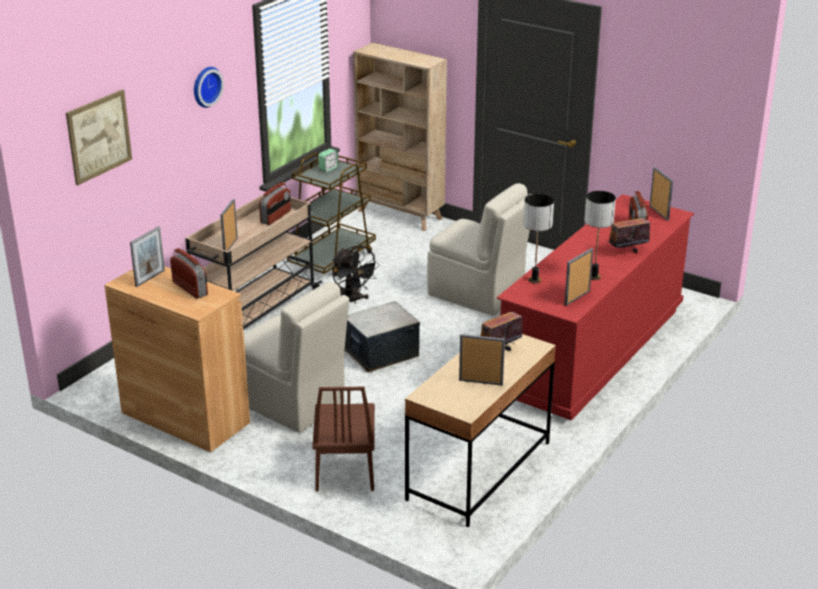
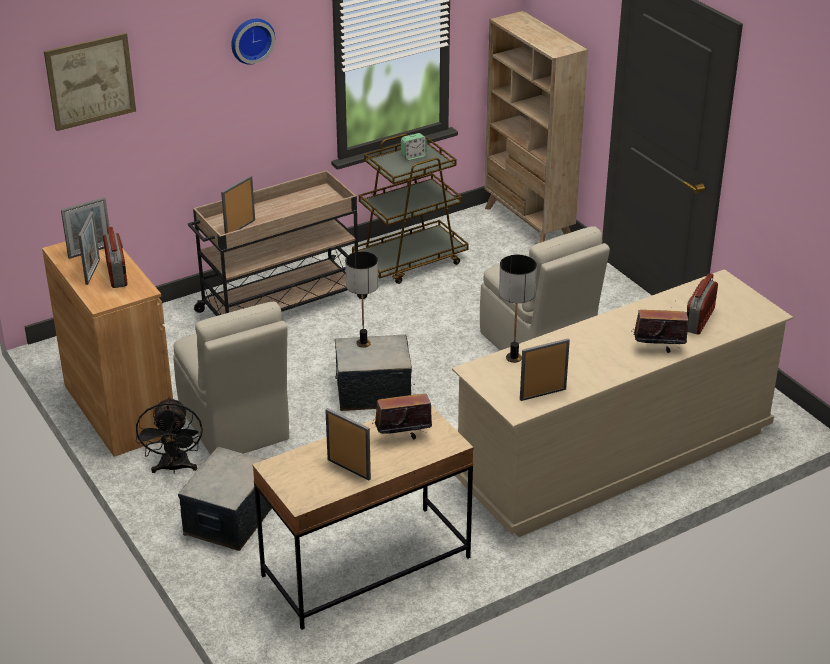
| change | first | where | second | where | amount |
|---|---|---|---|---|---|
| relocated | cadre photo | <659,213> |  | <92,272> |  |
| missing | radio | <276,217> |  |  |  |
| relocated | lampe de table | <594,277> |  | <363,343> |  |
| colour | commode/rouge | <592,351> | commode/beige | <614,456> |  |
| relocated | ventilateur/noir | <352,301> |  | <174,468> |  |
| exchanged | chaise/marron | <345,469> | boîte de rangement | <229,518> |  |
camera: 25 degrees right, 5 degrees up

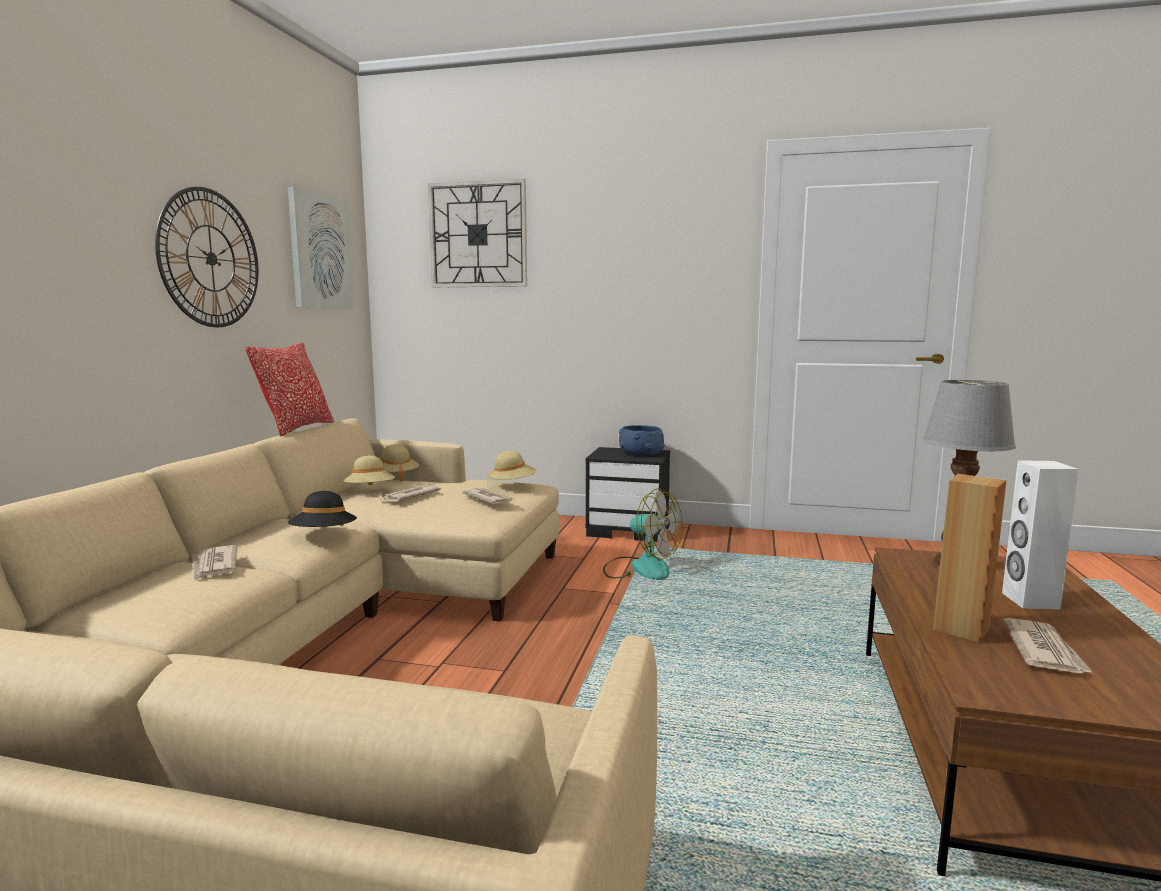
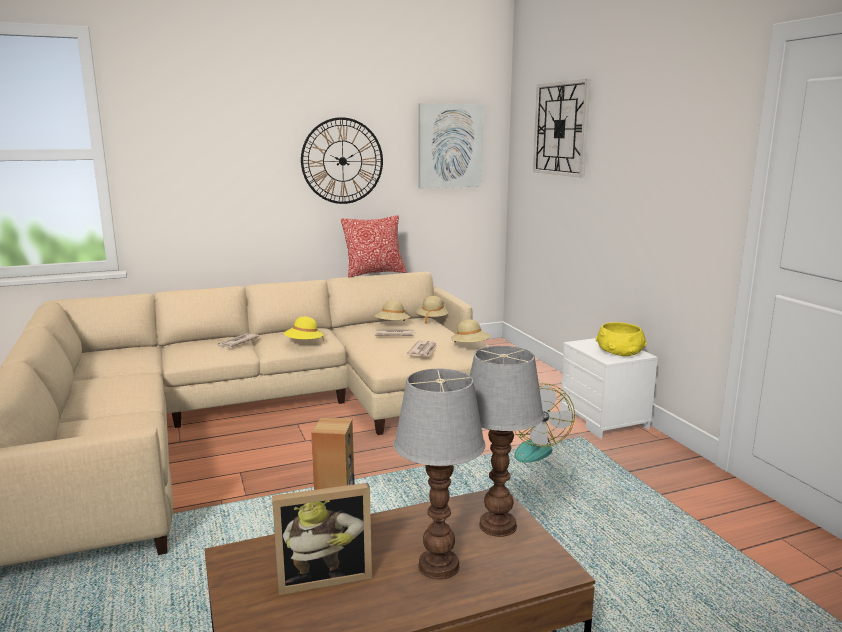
| change | first | where | second | where | amount |
|---|---|---|---|---|---|
| colour | bol/bleu | <640,453> | bol/jaune | <620,351> |  |
| colour | table de chevet/noir | <629,529> | table de chevet/blanc | <605,420> |  |
| exchanged | enceinte/blanc | <1029,601> | lampe de table | <437,567> |  |
| colour | chapeau/noir | <324,535> | chapeau/jaune | <304,343> |  |
| exchanged | journal | <1044,650> | cadre photo | <324,576> |  |
camera: 55 degrees right, 5 degrees up

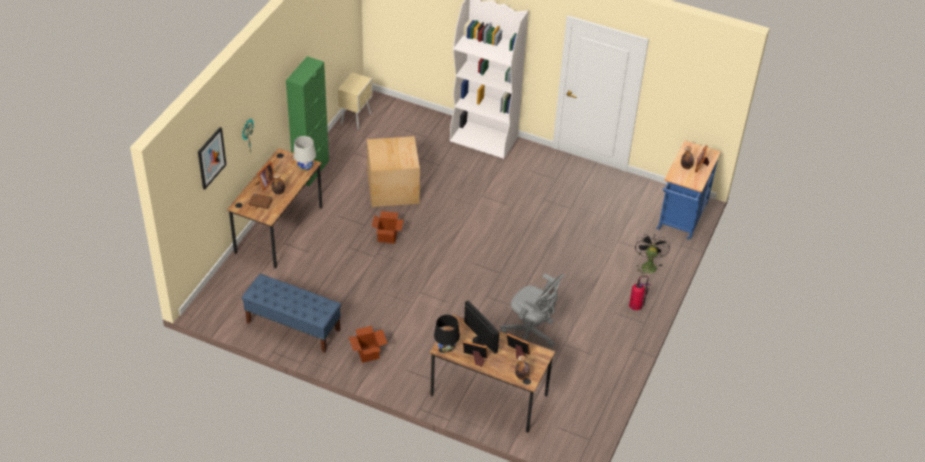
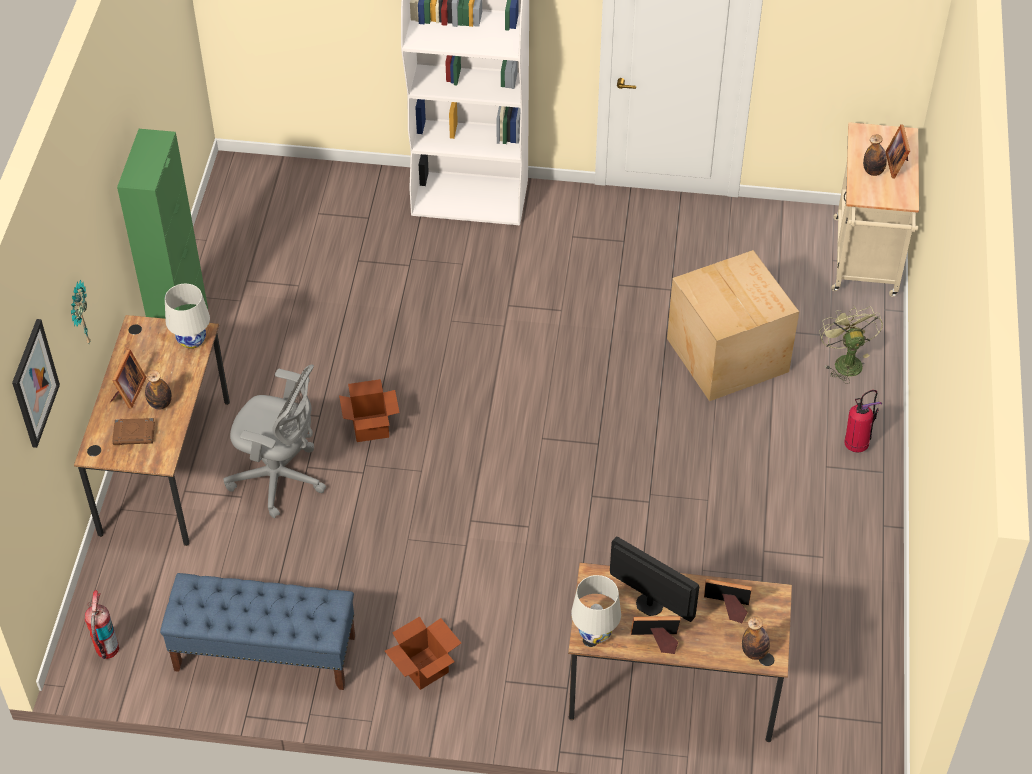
| change | first | where | second | where | amount |
|---|---|---|---|---|---|
| missing | table de chevet/beige | <356,118> |  |  |  |
| relocated | carton | <393,188> |  | <728,353> |  |
| colour | chariot/bleu | <681,220> | chariot/beige | <865,263> |  |
| colour | ventilateur/noir | <648,265> | ventilateur/vert | <845,361> |  |
| relocated | chaise de bureau/gris | <530,334> |  | <280,478> |  |
| colour | lampe de table/noir | <446,347> | lampe de table/blanc | <595,633> |  |
| appeared |  |  | extincteur | <107,650> |  |
camera: 15 degrees left, 5 degrees up

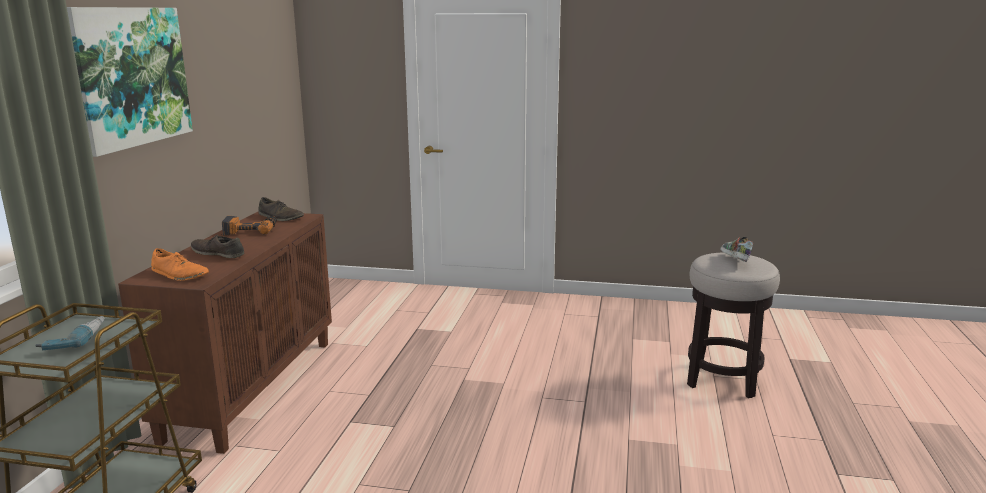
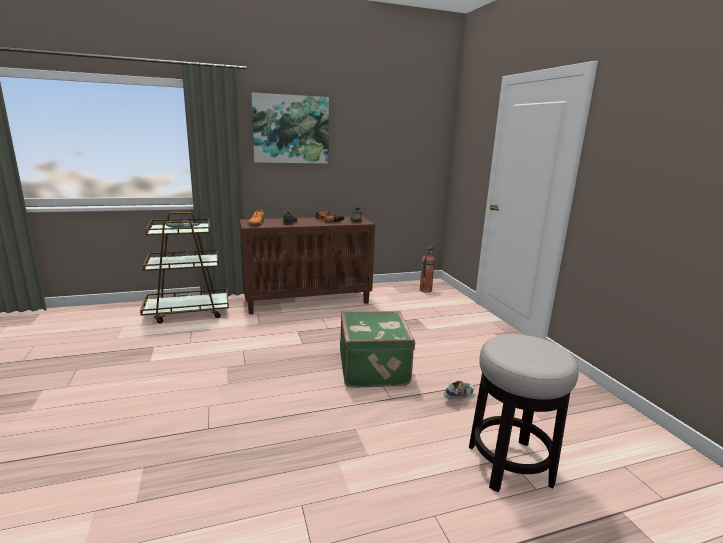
| change | first | where | second | where | amount |
|---|---|---|---|---|---|
| relocated | chaussure | <733,260> |  | <458,396> |  |
| appeared |  |  | extincteur | <426,290> |  |
| appeared |  |  | valise/vert | <374,368> |  |
camera: 60 degrees right, 0 degrees up

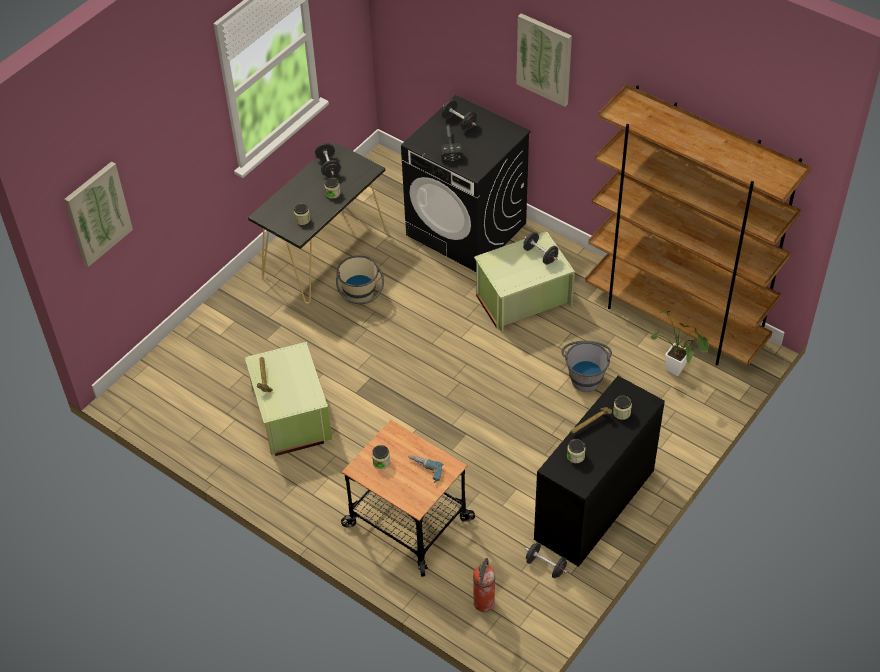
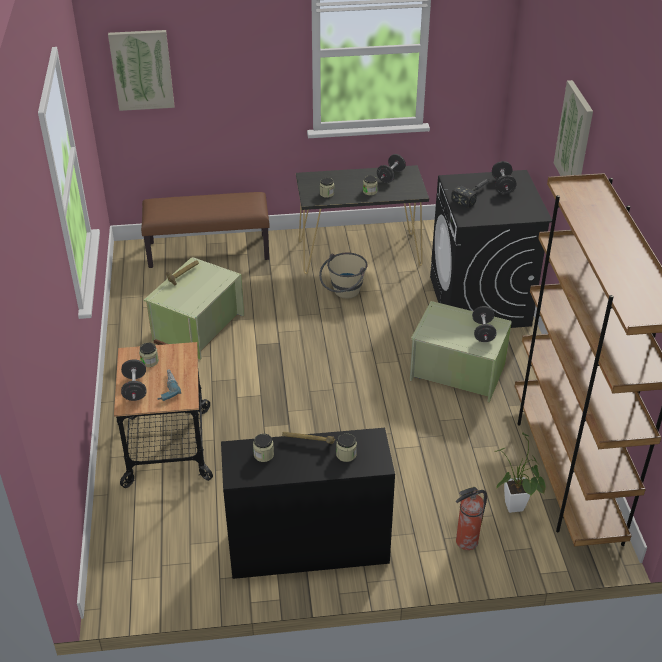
| change | first | where | second | where | amount |
|---|---|---|---|---|---|
| missing | seau/gris | <585,376> |  |  |  |
| relocated | haltère/noir | <545,566> |  | <135,388> |  |
| relocated | extincteur | <483,604> |  | <465,542> |  |
| appeared |  |  | banc/marron | <209,250> |  |
camera: 45 degrees right, 10 degrees down

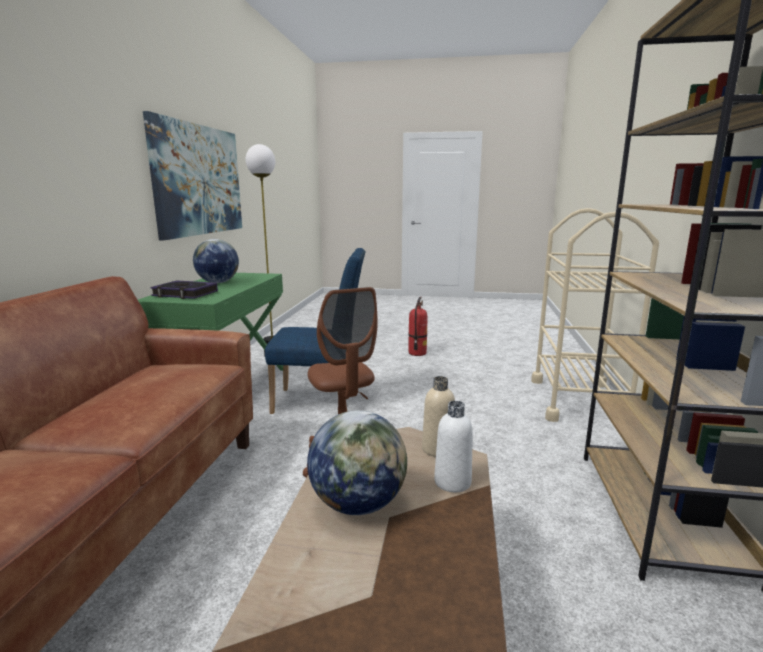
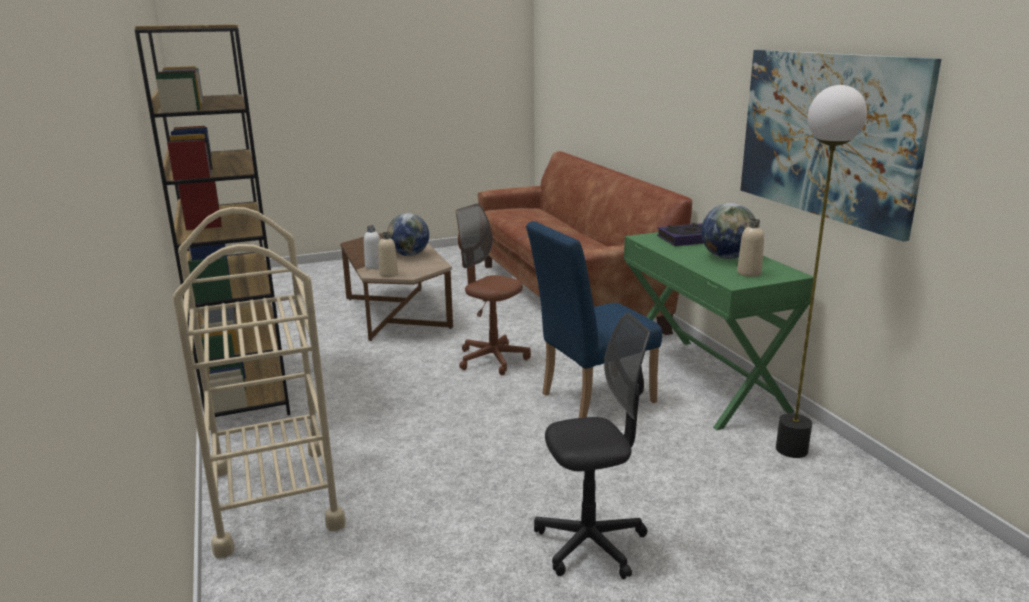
| change | first | where | second | where | amount |
|---|---|---|---|---|---|
| exchanged | extincteur | <417,353> | chaise de bureau/noir | <590,544> |  |
| appeared |  |  | bouteille/beige | <749,273> |  |
camera: 150 degrees right, 5 degrees up

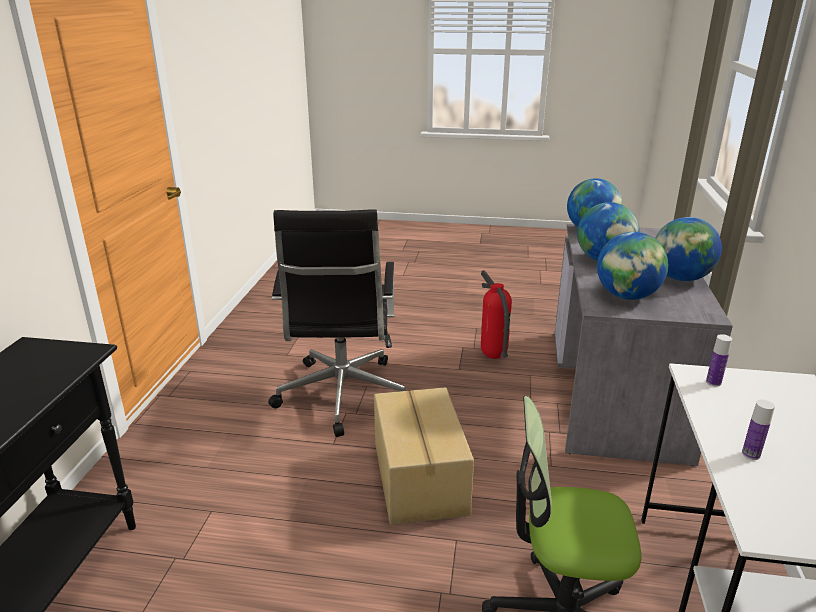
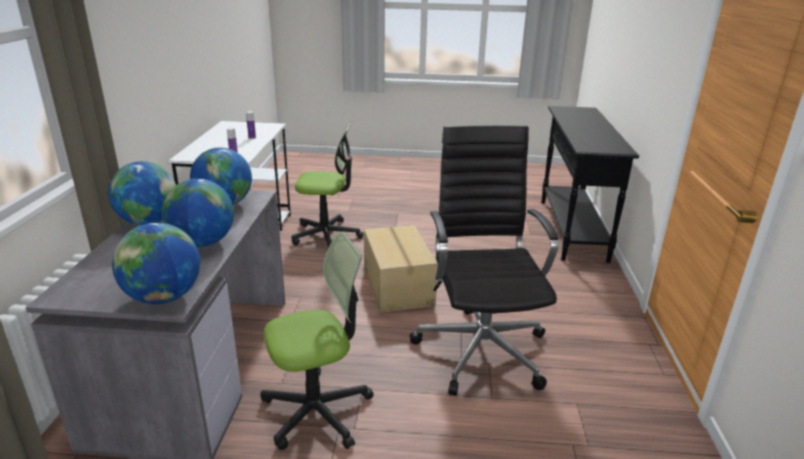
| change | first | where | second | where | amount |
|---|---|---|---|---|---|
| exchanged | extincteur | <492,356> | chaise de bureau | <317,411> |  |
camera: 175 degrees right, 0 degrees up

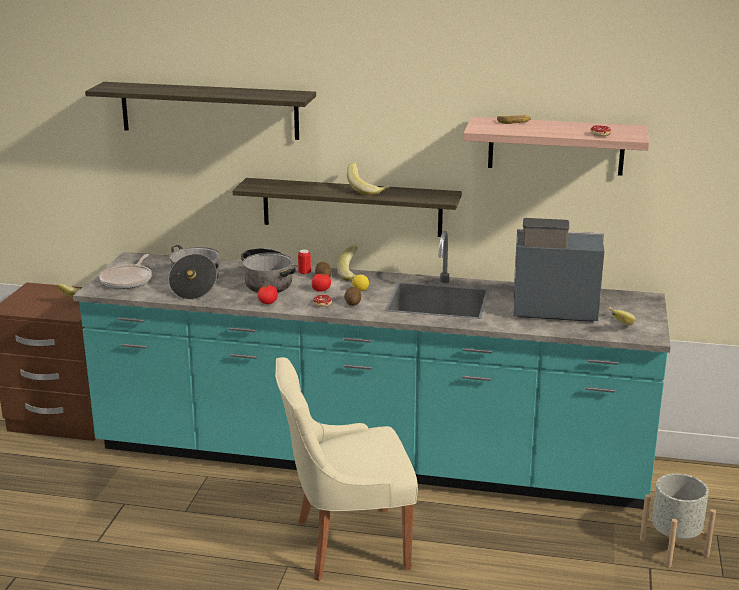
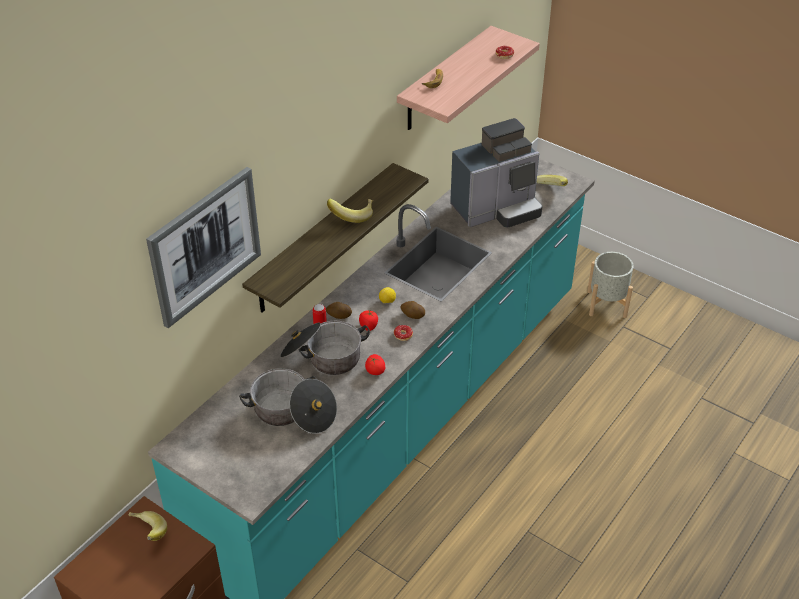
| change | first | where | second | where | amount |
|---|---|---|---|---|---|
| exchanged | étagère | <209,110> | tableau | <205,246> |  |
| spun | machine à café | <551,309> |  | <497,209> | 150 degrees counterclockwise |
| missing | banane | <353,275> |  |  |  |
| missing | poêle | <128,280> |  |  |  |
| missing | chaise/beige | <347,544> |  |  |  |
camera: 65 degrees left, 20 degrees up

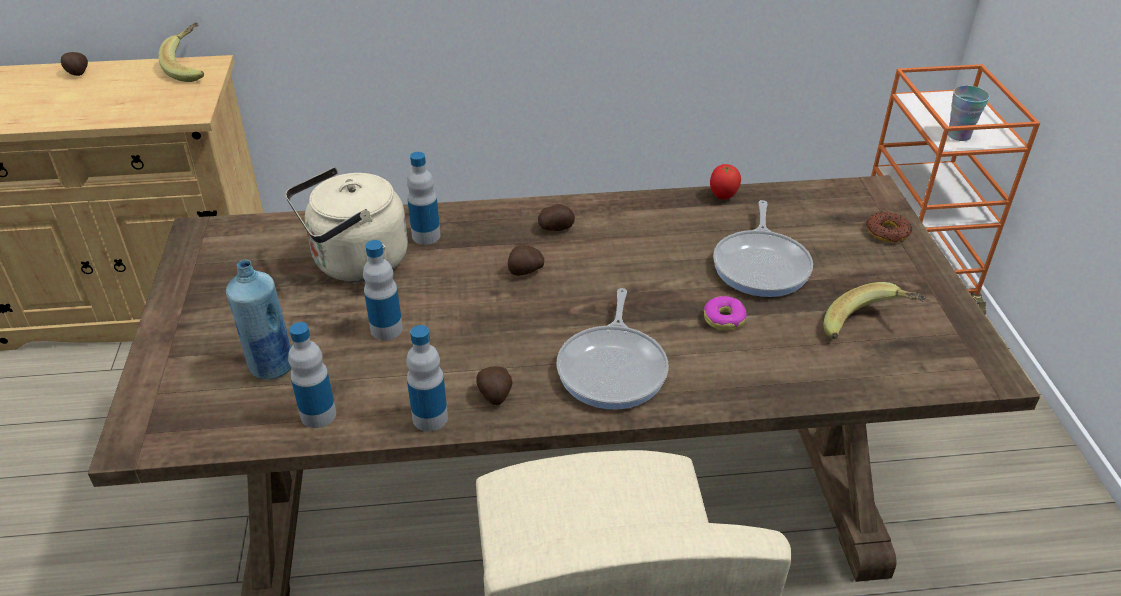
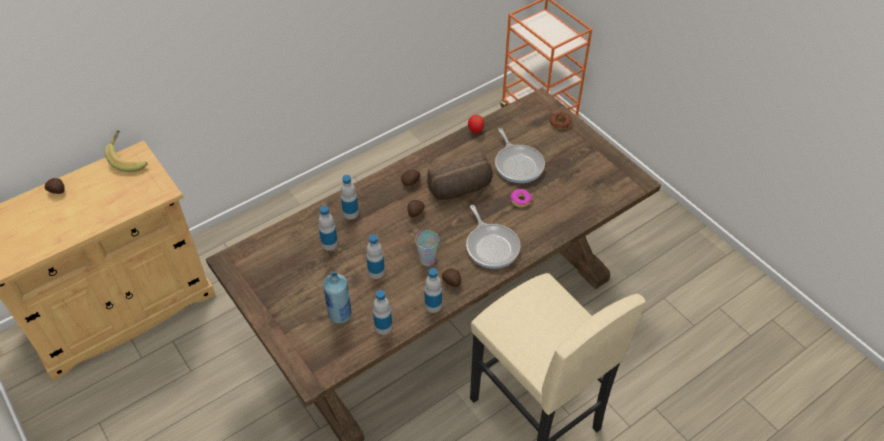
| change | first | where | second | where | amount |
|---|---|---|---|---|---|
| relocated | tasse | <959,135> |  | <427,259> |  |
| exchanged | bouilloire/beige | <355,264> | bouteille | <329,244> |  |
| missing | banane | <868,328> |  |  |  |
| appeared |  |  | pain | <460,189> |  |
camera: 30 degrees left, 10 degrees up

